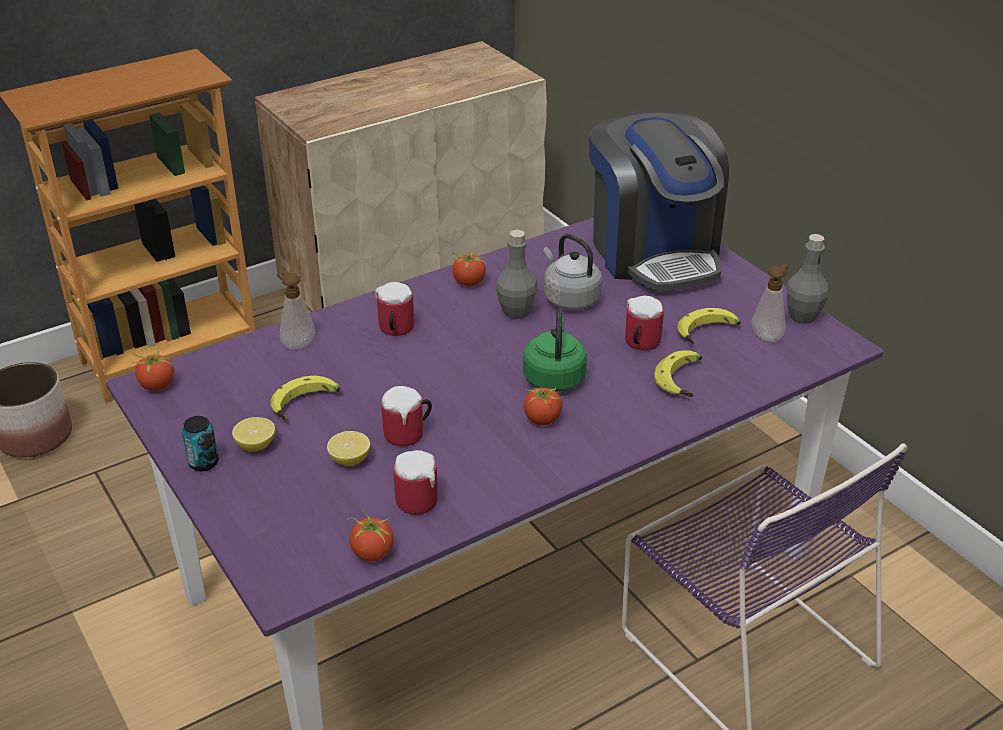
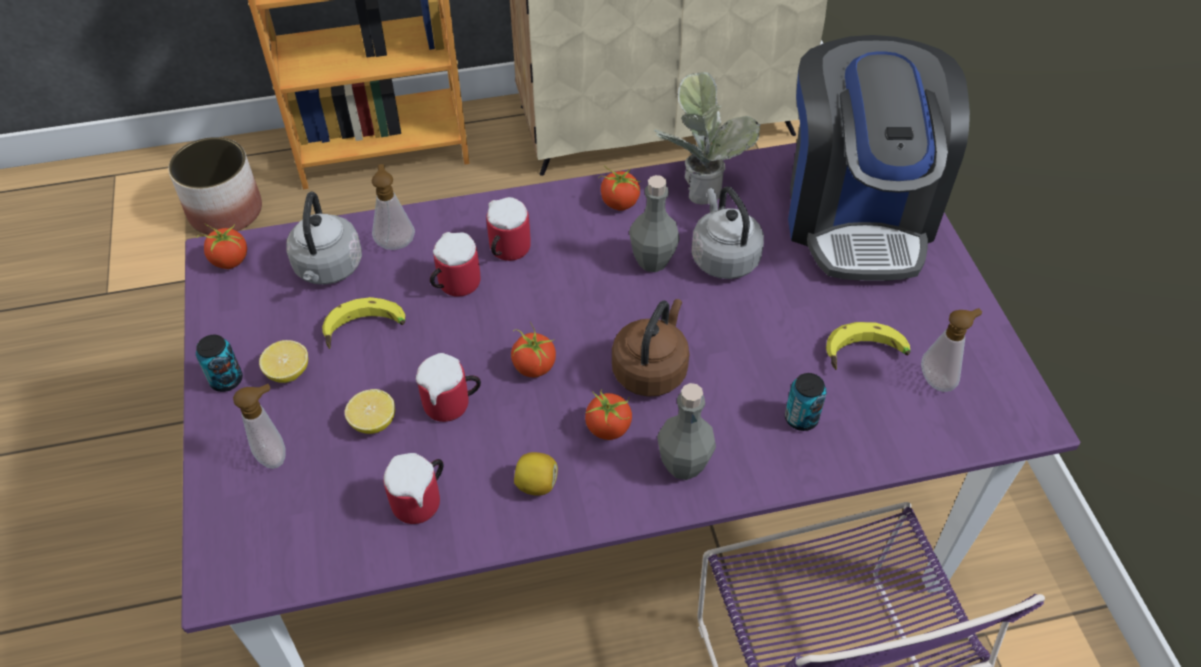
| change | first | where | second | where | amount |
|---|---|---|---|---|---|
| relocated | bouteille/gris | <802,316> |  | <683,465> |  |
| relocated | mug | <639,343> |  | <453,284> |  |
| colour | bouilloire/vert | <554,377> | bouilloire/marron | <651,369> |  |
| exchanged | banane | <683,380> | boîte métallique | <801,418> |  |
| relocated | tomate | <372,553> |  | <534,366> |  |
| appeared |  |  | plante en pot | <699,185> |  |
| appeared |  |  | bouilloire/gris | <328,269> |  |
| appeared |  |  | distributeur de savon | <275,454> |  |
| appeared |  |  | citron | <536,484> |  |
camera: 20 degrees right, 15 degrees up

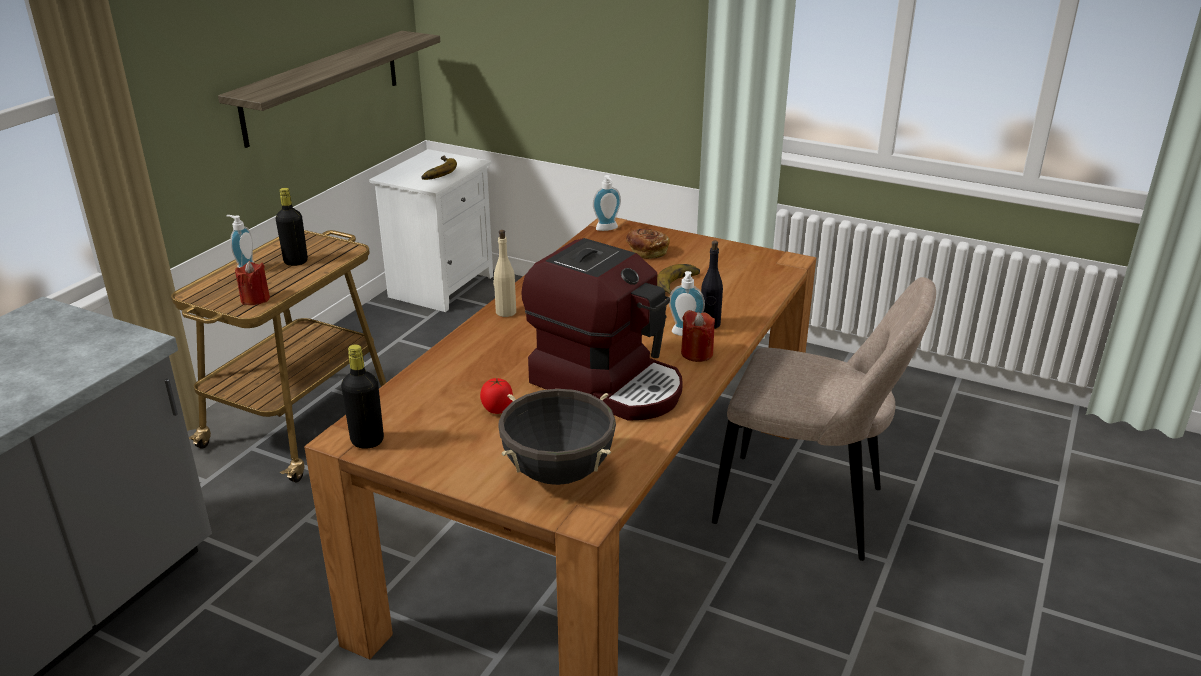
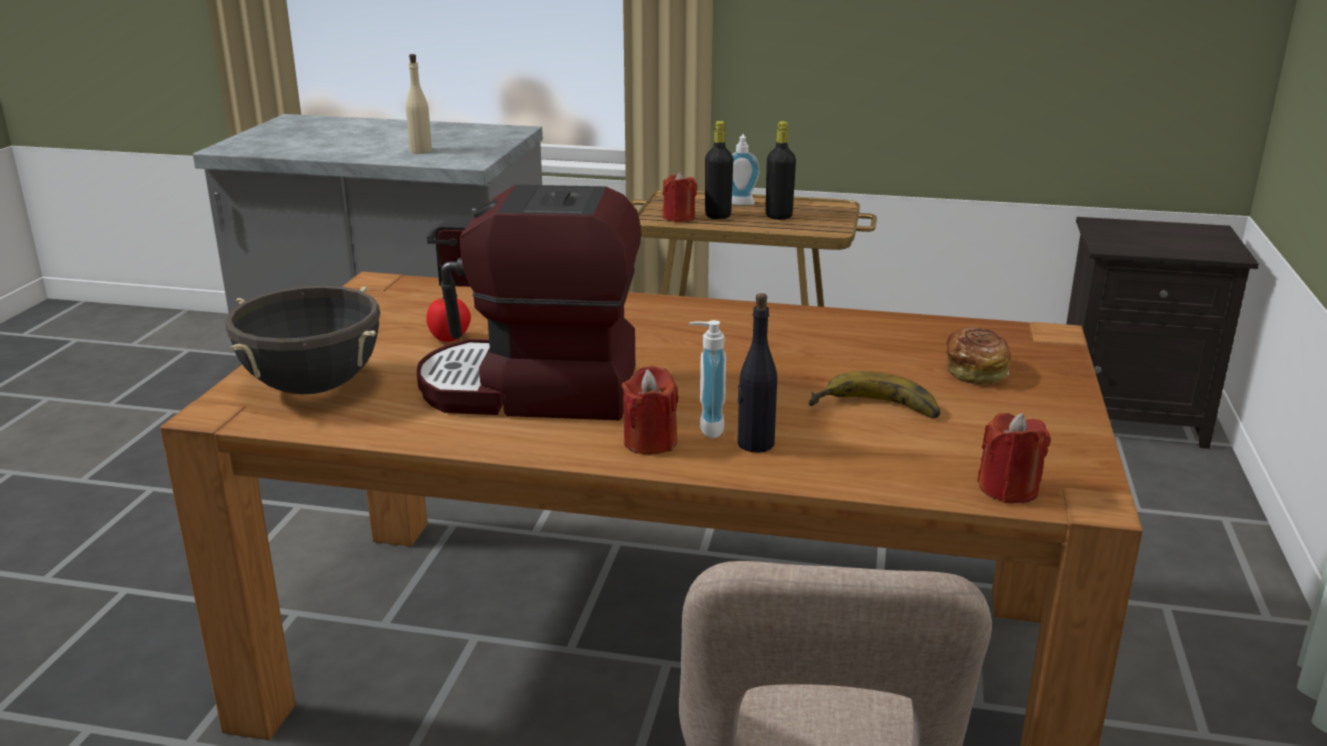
| change | first | where | second | where | amount |
|---|---|---|---|---|---|
| missing | étagère | <322,86> |  |  |  |
| colour | table de chevet/blanc | <441,285> | table de chevet/noir | <1131,417> |  |
| missing | banane | <435,171> |  |  |  |
| missing | distributeur de savon | <607,229> |  |  |  |
| relocated | bouteille/beige | <505,312> |  | <421,151> |  |
| spun | machine à café | <608,383> |  | <533,390> | 75 degrees clockwise |
| relocated | bouteille/noir | <367,441> |  | <718,216> |  |
| appeared |  |  | bougie/rouge | <1008,489> |  |
camera: 75 degrees right, 5 degrees down

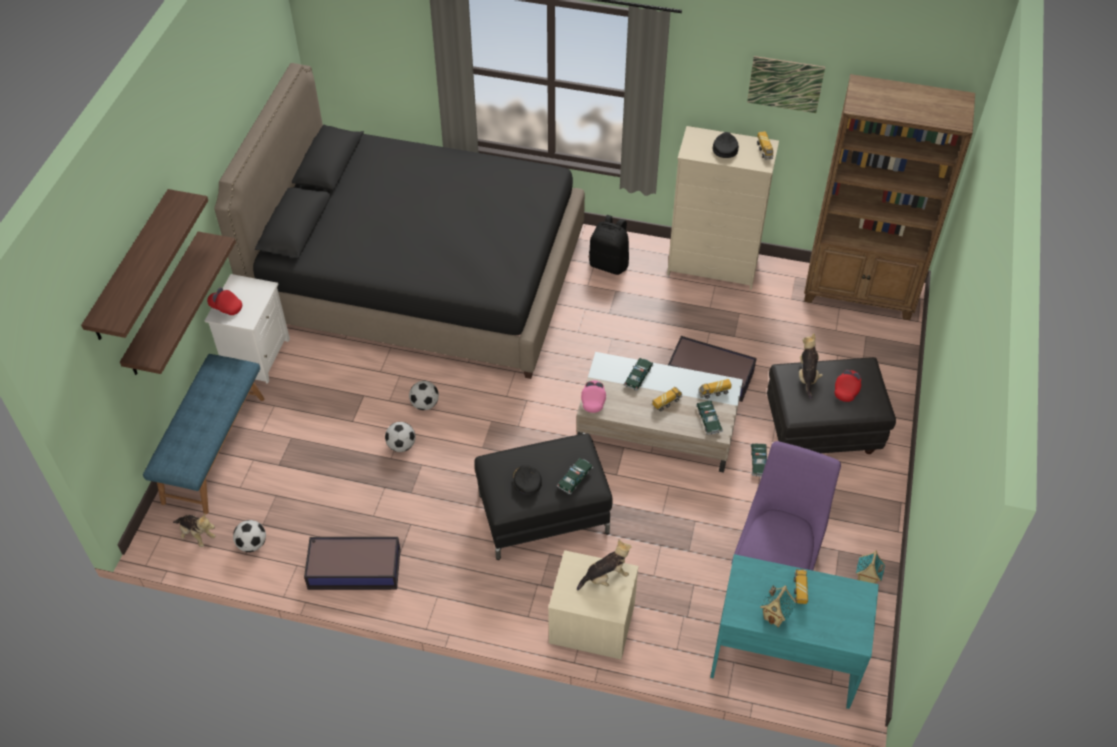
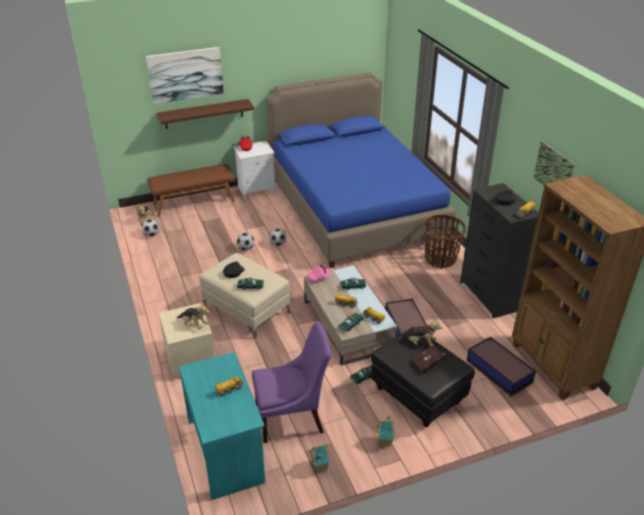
| change | first | where | second | where | amount |
|---|---|---|---|---|---|
| colour | lit/noir | <420,277> | lit/bleu | <354,208> |  |
| colour | commode/beige | <713,266> | commode/noir | <490,296> |  |
| exchanged | étagère | <131,267> | tableau | <185,74> |  |
| exchanged | sac à dos/noir | <609,264> | panier | <440,259> |  |
| spun | peluche | <807,376> |  | <420,343> | 45 degrees clockwise |
| colour | banc/bleu | <213,449> | banc/marron | <194,202> |  |
| exchanged | casquette/rouge | <846,389> | livre/rouge | <429,364> |  |
| colour | pouf/noir | <543,514> | pouf/beige | <246,310> |  |
| relocated | boîte de rangement | <353,568> |  | <498,370> |  |
| relocated | maison miniature | <775,617> |  | <385,442> |  |
camera: 55 degrees right, 15 degrees down

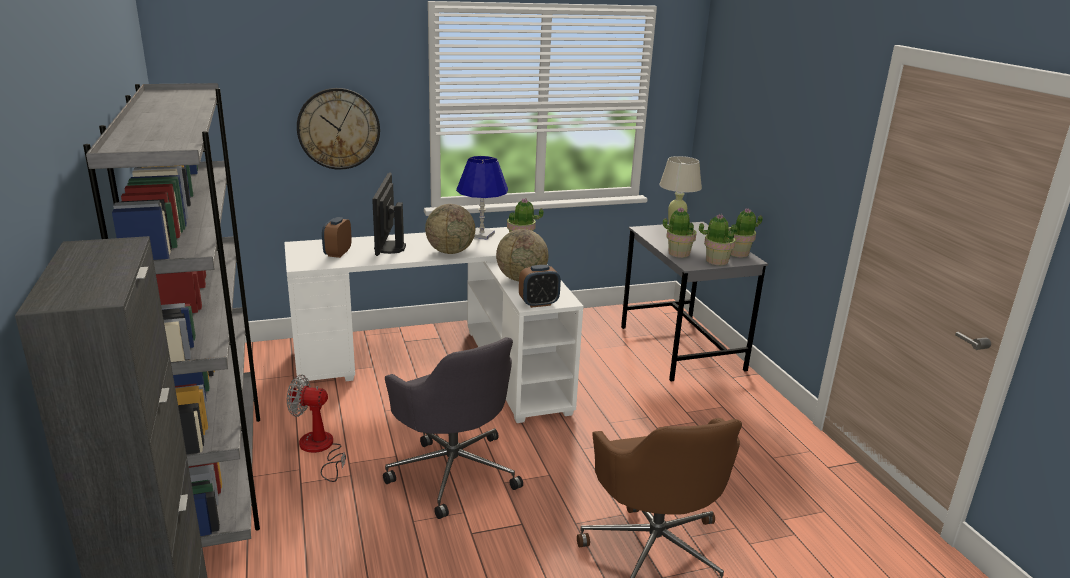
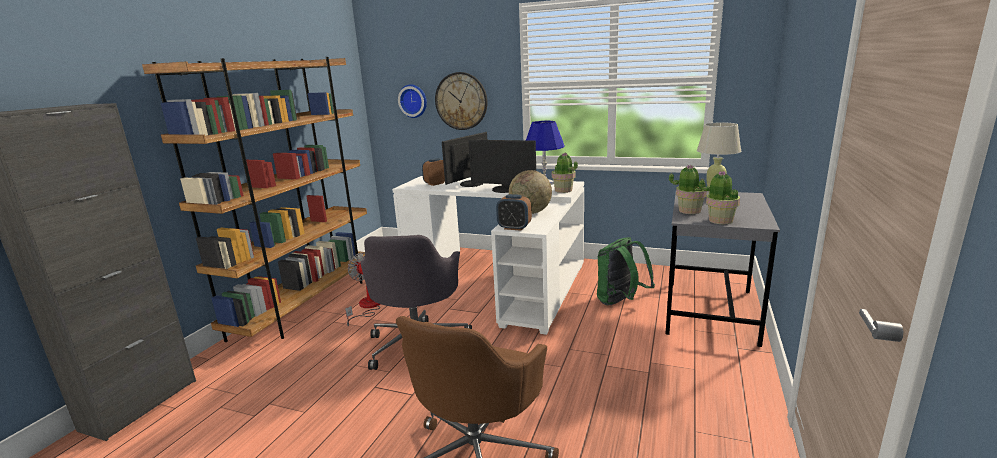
| change | first | where | second | where | amount |
|---|---|---|---|---|---|
| colour | bibliothèque/gris | <219,474> | bibliothèque/marron | <307,304> |  |
| exchanged | globe | <450,252> | écran d'ordinateur | <504,190> |  |
| missing | plante en pot | <738,253> |  |  |  |
| appeared |  |  | horloge murale | <413,101> |  |
| appeared |  |  | sac à dos/vert | <620,302> |  |
camera: 40 degrees right, 5 degrees down

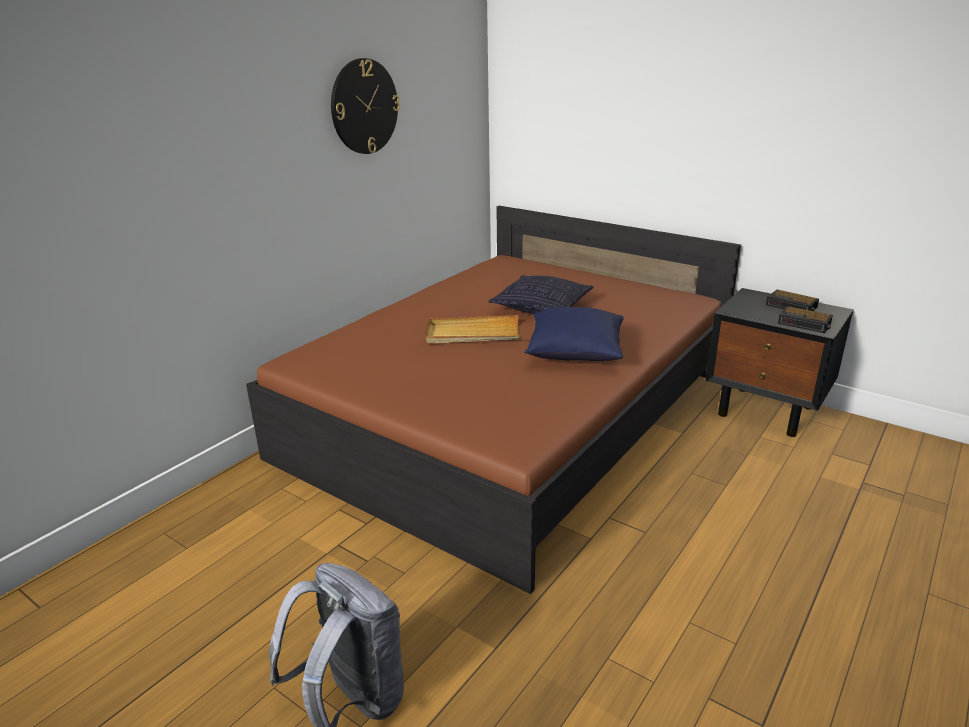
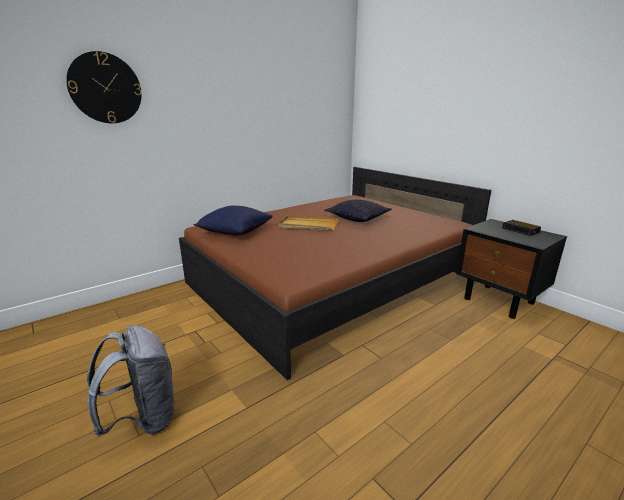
| change | first | where | second | where | amount |
|---|---|---|---|---|---|
| relocated | horloge murale | <364,107> |  | <105,88> |  |
| missing | réveil | <805,324> |  |  |  |
| relocated | coussin/bleu | <574,352> |  | <235,232> |  |
camera: 15 degrees right, 5 degrees down

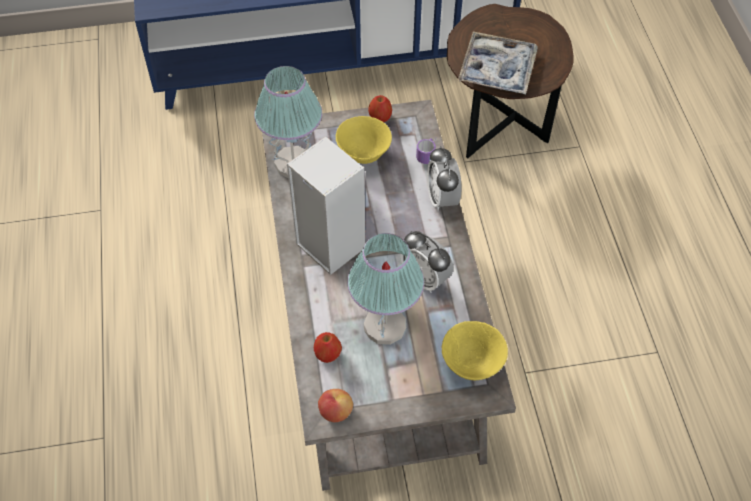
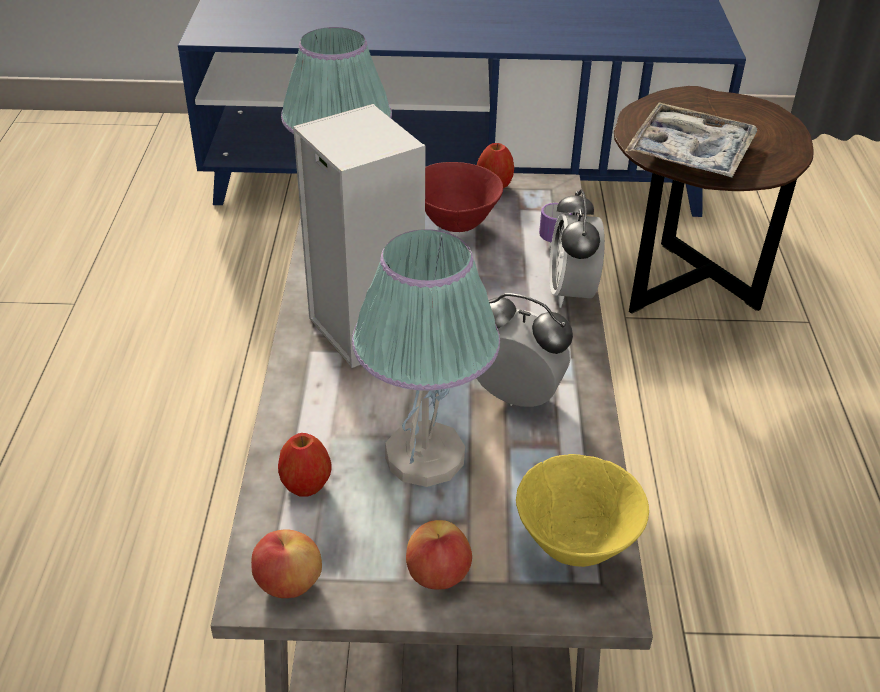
| change | first | where | second | where | amount |
|---|---|---|---|---|---|
| colour | bol/jaune | <364,155> | bol/rouge | <457,224> |  |
| spun | réveil | <425,278> |  | <516,396> | 150 degrees clockwise |
| appeared |  |  | pomme | <438,575> |  |
camera: 10 degrees right, 15 degrees down

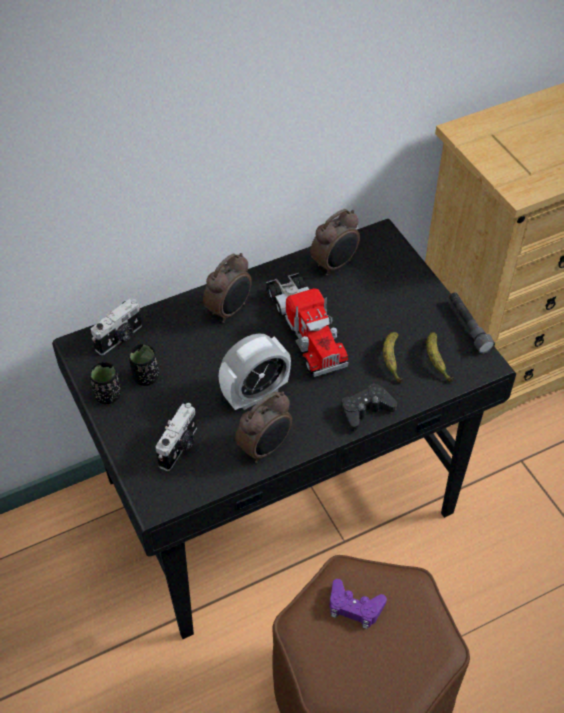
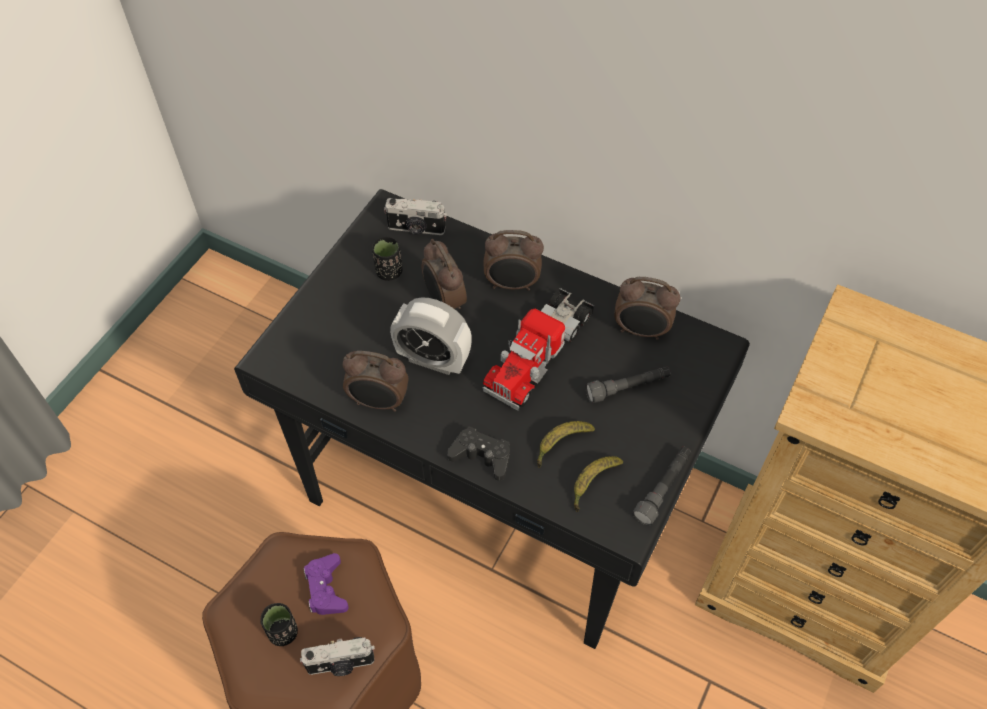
| change | first | where | second | where | amount |
|---|---|---|---|---|---|
| relocated | tasse/noir | <108,395> |  | <283,632> |  |
| relocated | appareil photo | <180,447> |  | <341,664> |  |
| appeared |  |  | réveil | <444,301> |  |
| appeared |  |  | lampe de poche/gris | <628,388> |  |
camera: 55 degrees right, 5 degrees up

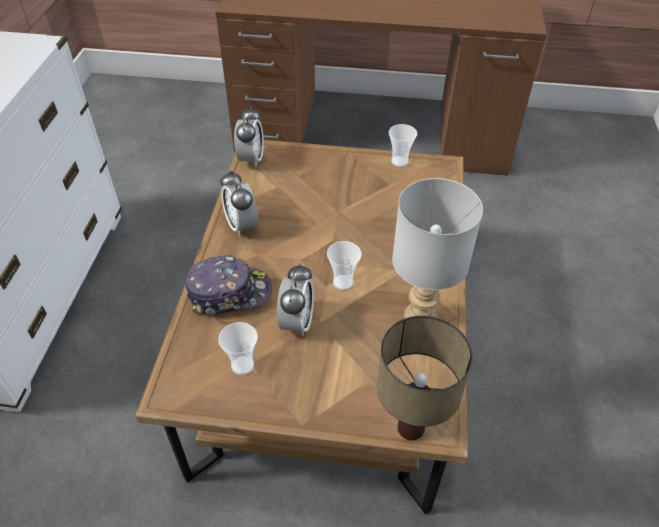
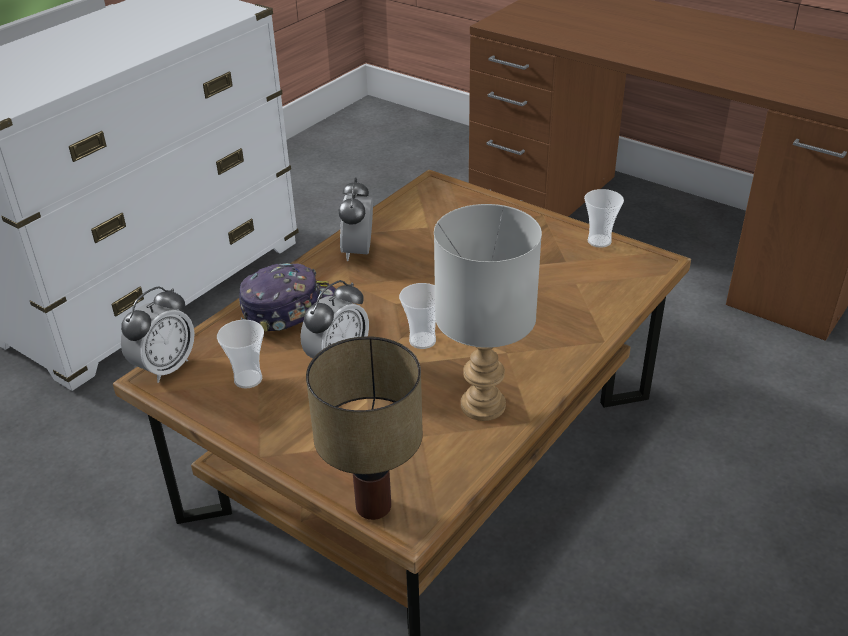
| change | first | where | second | where | amount |
|---|---|---|---|---|---|
| relocated | réveil | <251,159> |  | <165,367> |  |
| spun | casquette | <229,293> |  | <290,309> | 45 degrees counterclockwise |
camera: 30 degrees right, 10 degrees down

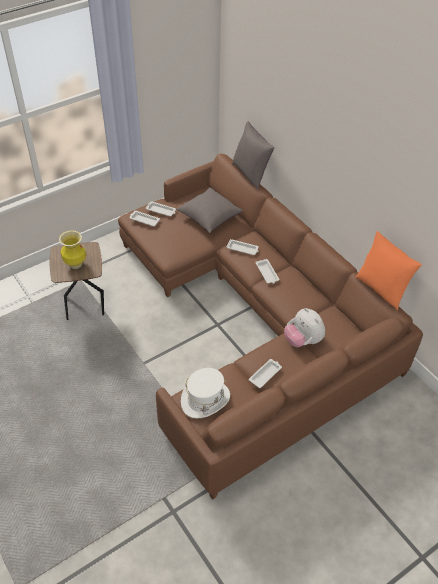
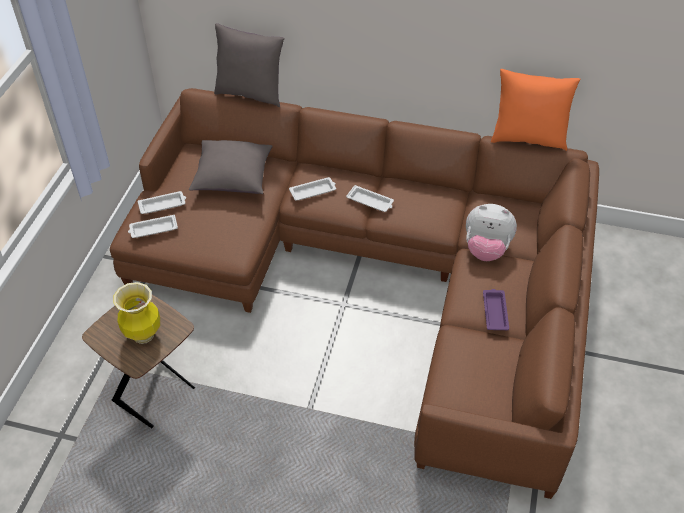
| change | first | where | second | where | amount |
|---|---|---|---|---|---|
| colour | plateau/blanc | <265,374> | plateau/violet | <495,311> |  |
| missing | chapeau/blanc | <205,399> |  |  |  |
camera: 40 degrees left, 0 degrees up

